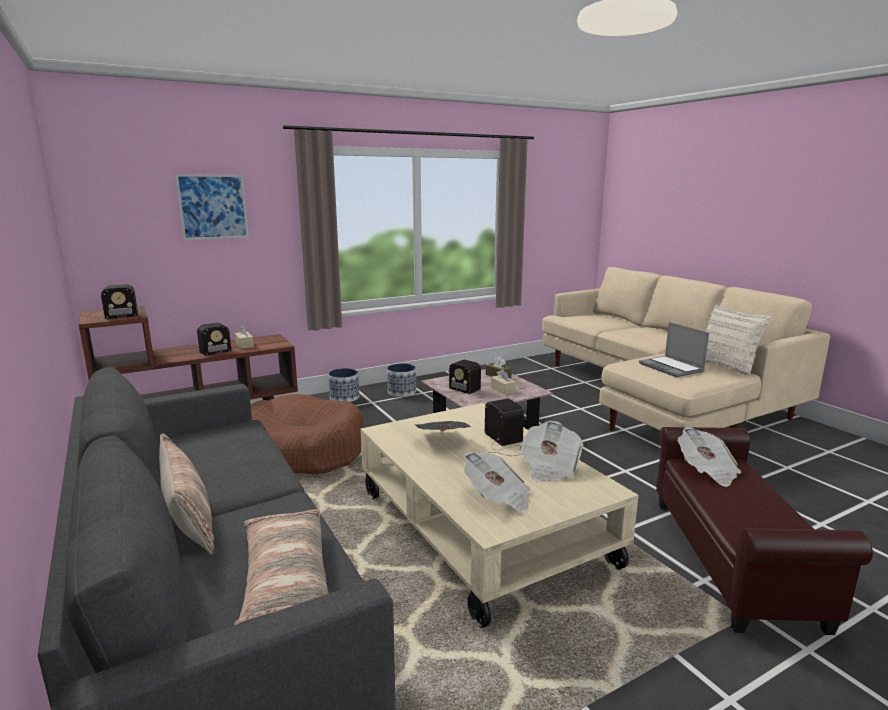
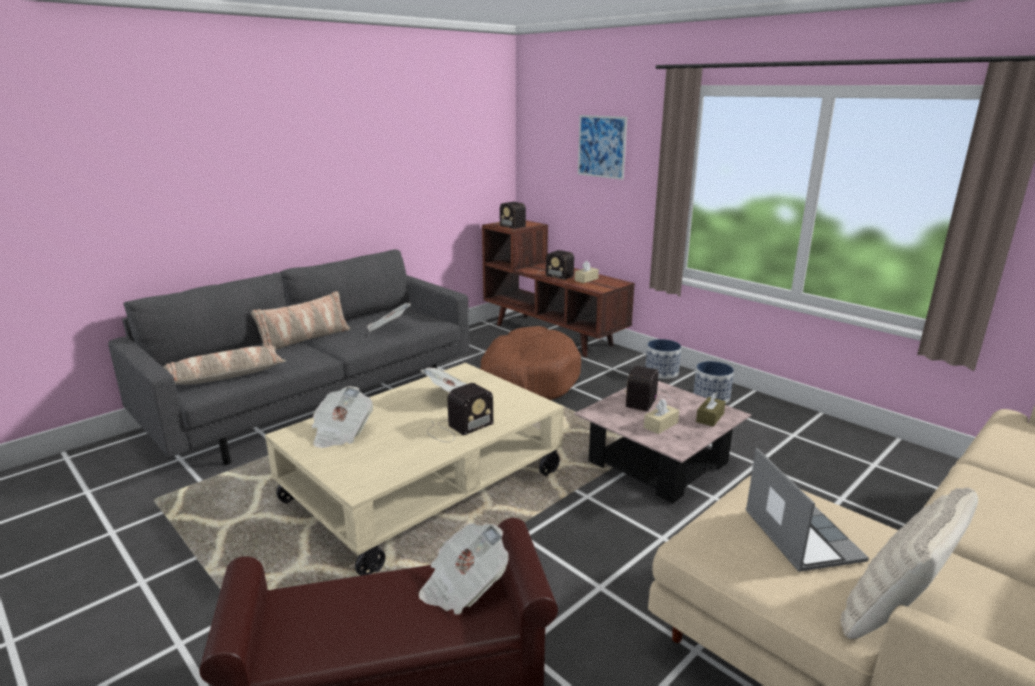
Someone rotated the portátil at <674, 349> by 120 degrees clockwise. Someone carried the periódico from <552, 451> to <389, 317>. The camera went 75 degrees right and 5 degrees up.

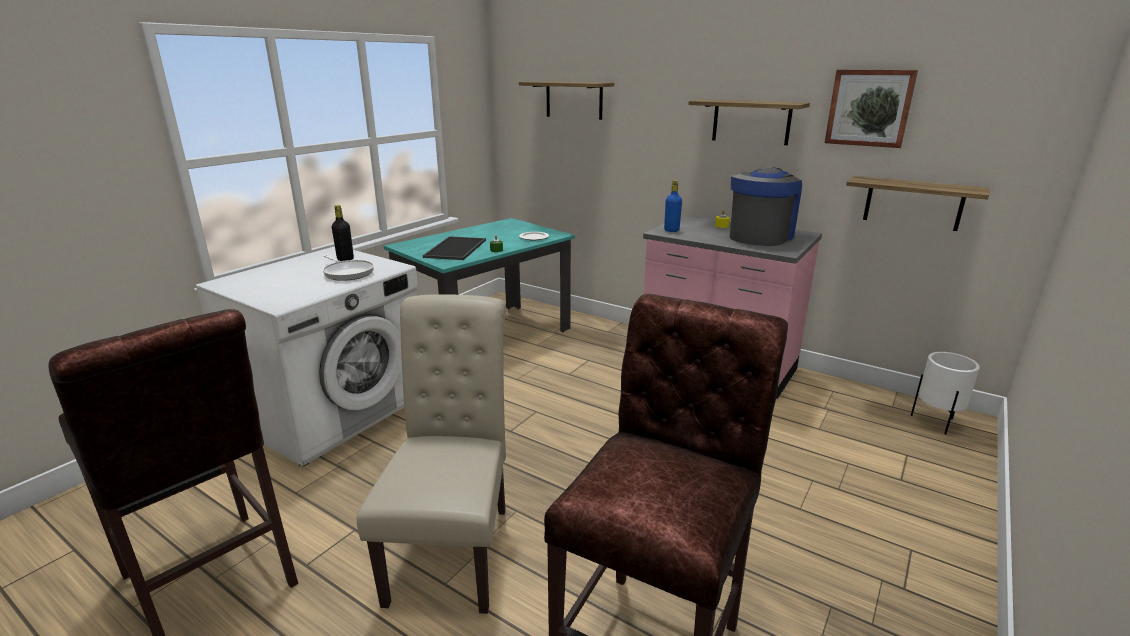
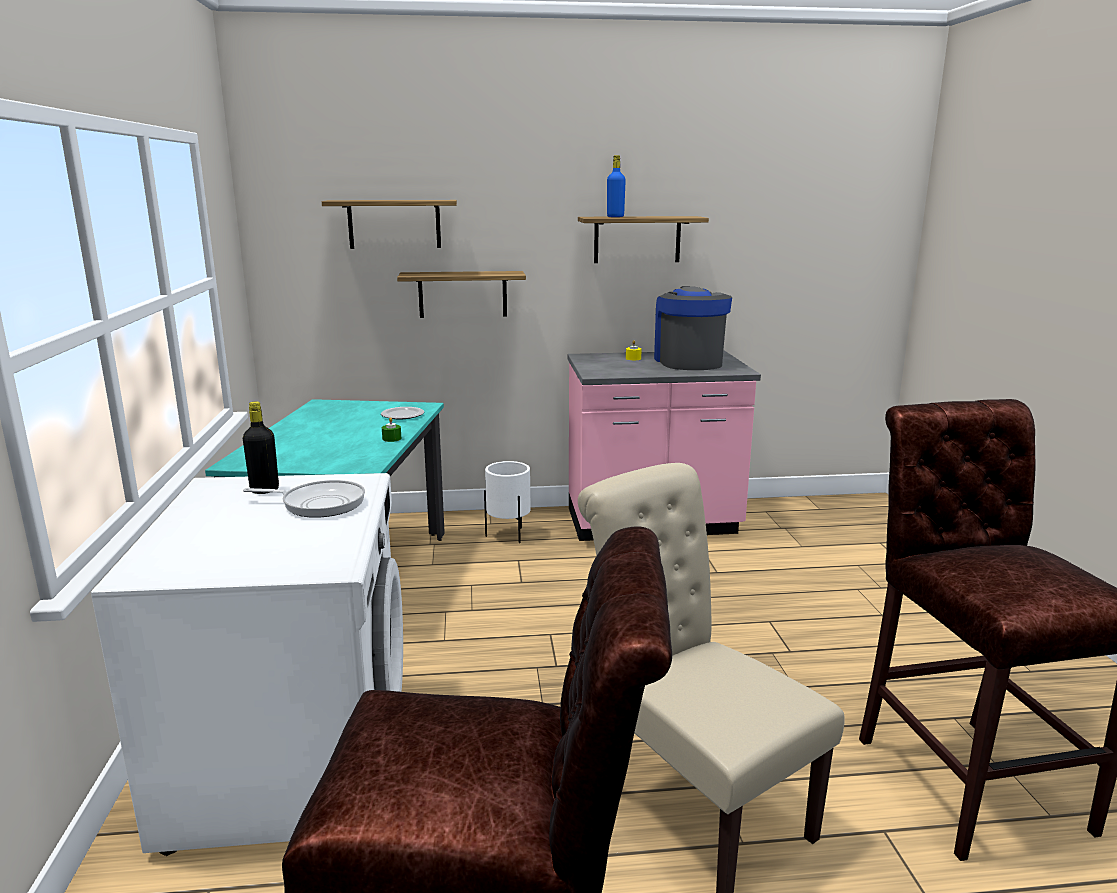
Someone took away the cuadro at <871, 109>. Someone carried the estante from <918, 203> to <461, 294>. Someone carried the botella [azul] from <673, 206> to <616, 186>. Someone took away the bandeja at <454, 248>. Someone carried the maceta [blanco] from <945, 393> to <507, 502>. The camera went 40 degrees left and 5 degrees down.

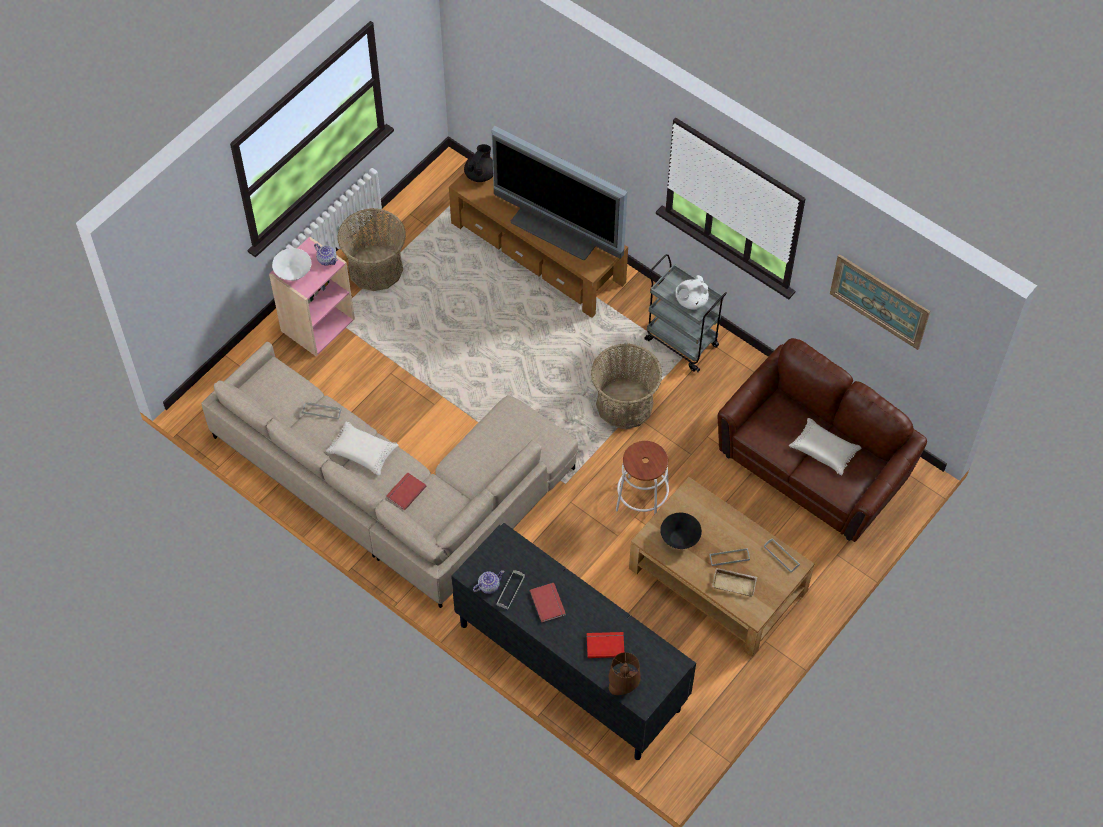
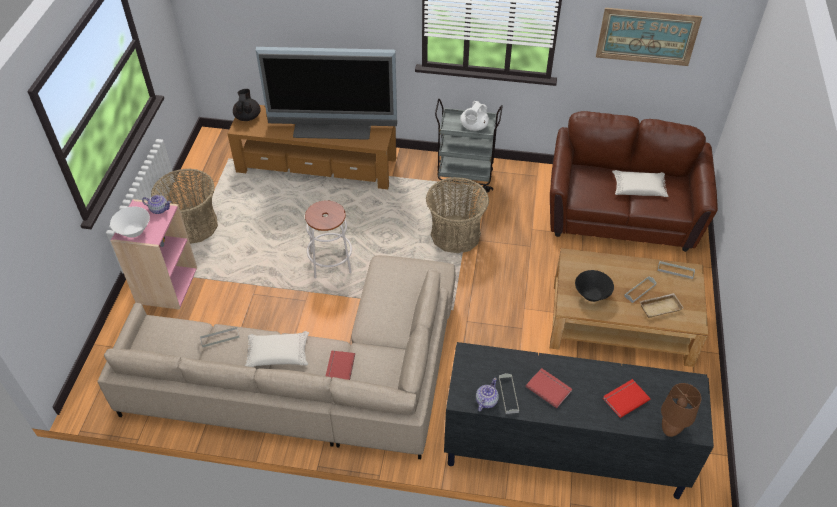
Someone carried the taburete [blanco] from <642, 478> to <328, 240>. The camera went 30 degrees left and 10 degrees down.

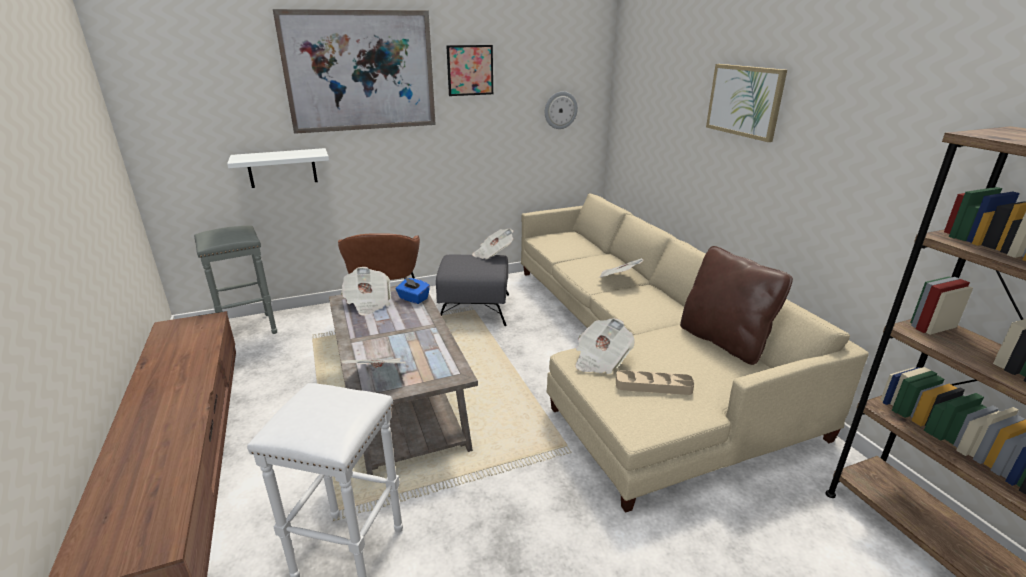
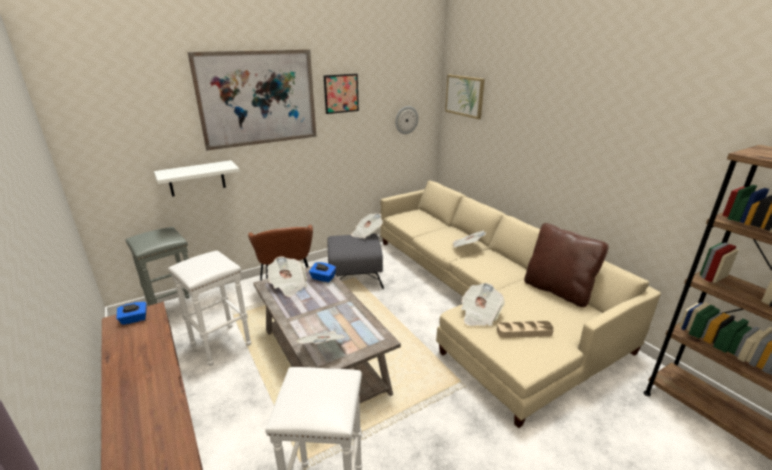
Someone carried the cuadro from <746, 103> to <465, 97>. Someone put down the taburete [blanco] at <209, 308>. Someone put down the caja de pañuelos [azul] at <131, 313>. The camera went 10 degrees left and 0 degrees up.

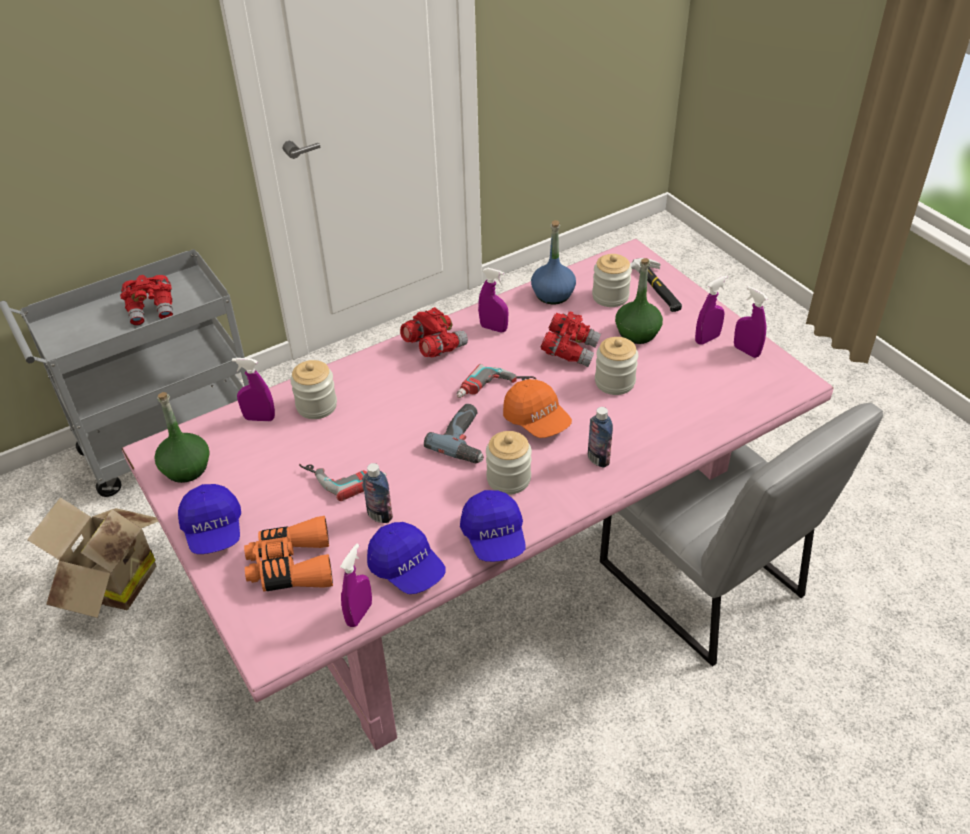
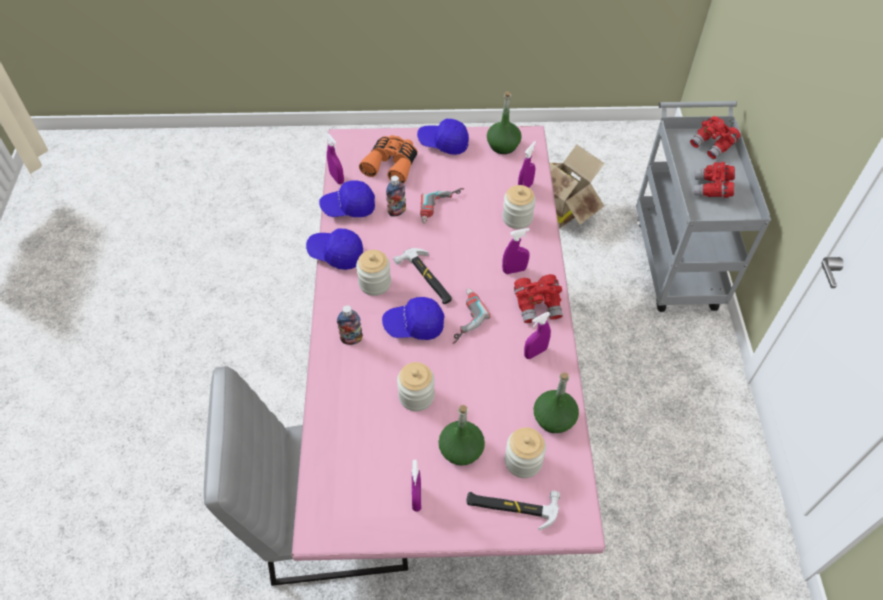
Someone repainted the botella [azul] at <553, 262>, which became the botella [verde] at <556, 402>. Someone carried the pulverizador [morado] from <751, 322> to <516, 251>. Someone carried the prismáticos [rojo] from <571, 339> to <715, 137>. Someone repainted the gorra [naranja] at <537, 408>, which became the gorra [azul] at <413, 318>. Someone swapped the taladro at <454, 434> for the martillo at <422, 276>. The camera went 120 degrees right and 10 degrees up.

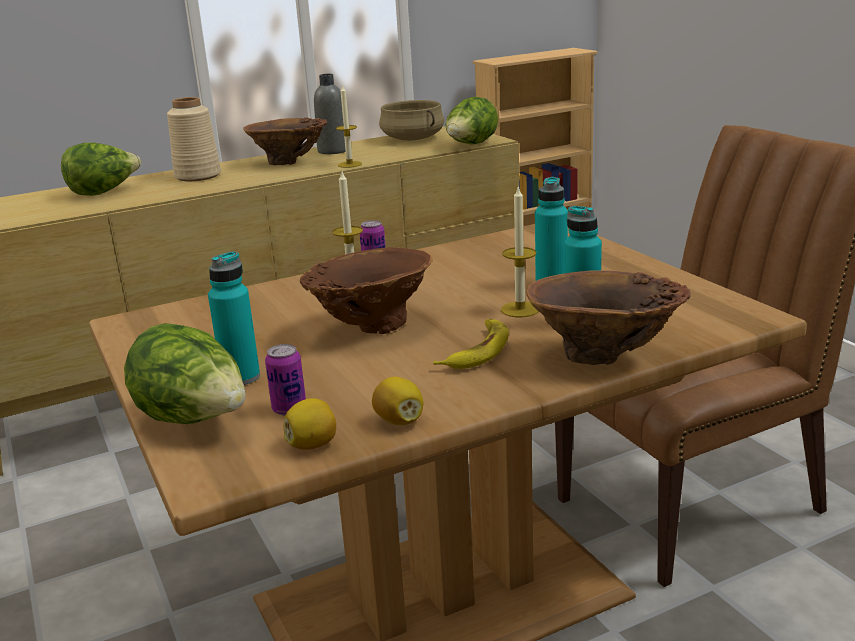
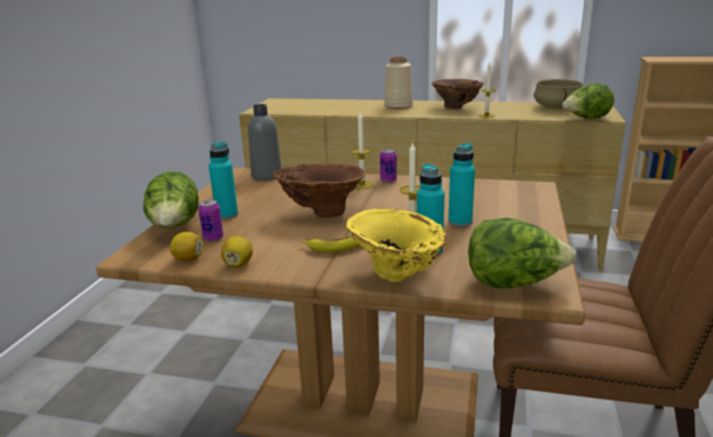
Someone carried the botella [gris] from <330, 114> to <265, 142>. Someone carried the lechuga from <101, 169> to <522, 253>. Someone repainted the florero [marrón] at <608, 317>, which became the florero [amarillo] at <397, 245>. The camera went 40 degrees right and 0 degrees up.

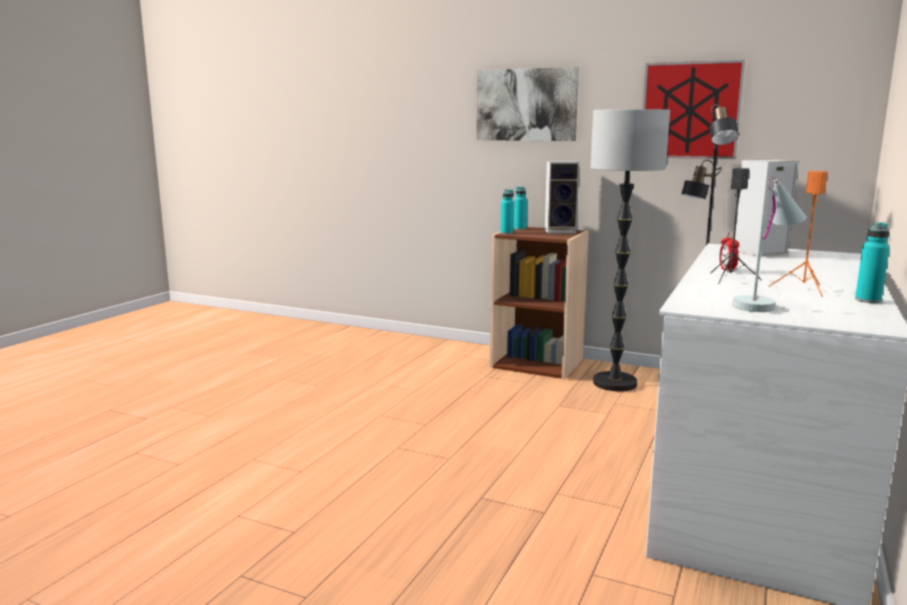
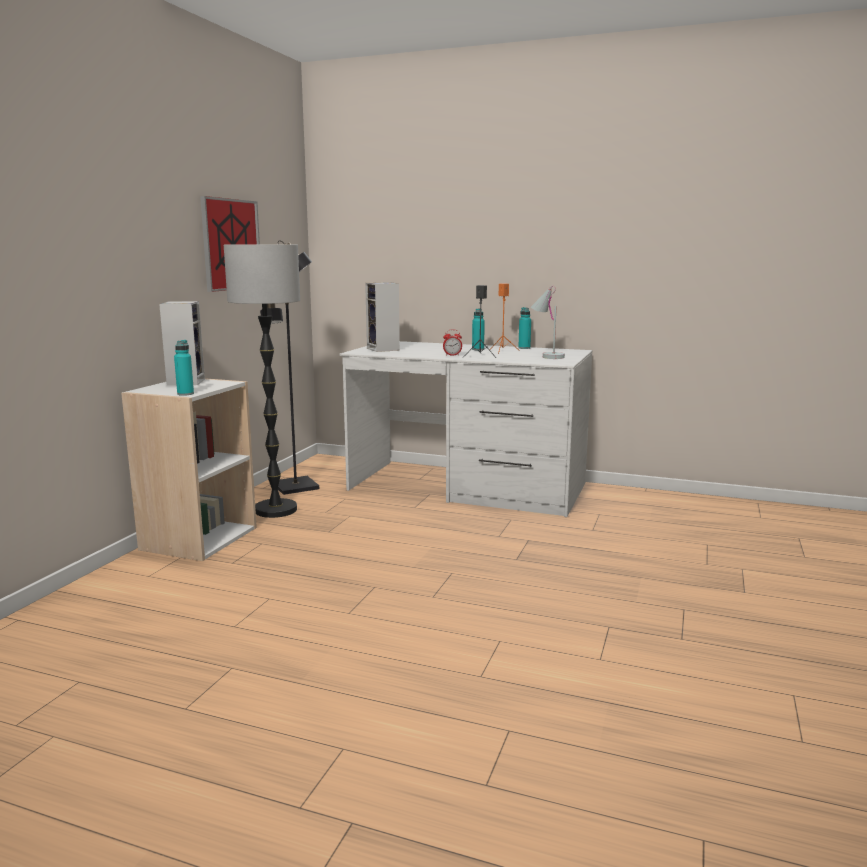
Someone took away the cuadro at <528, 104>. Someone carried the botella [turquesa] from <520, 208> to <478, 329>. Someone repainted the estantería [marrón] at <539, 303>, which became the estantería [blanco] at <189, 469>. The camera went 95 degrees left and 0 degrees up.

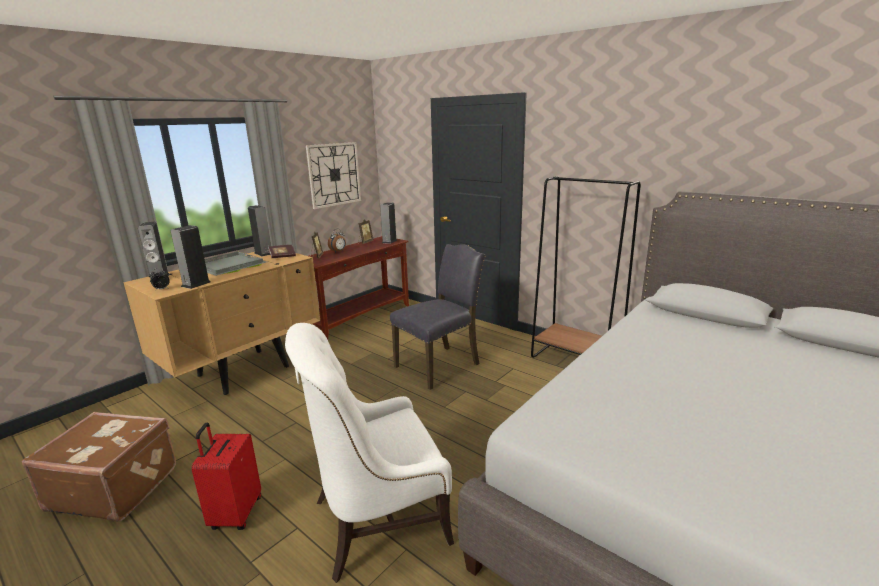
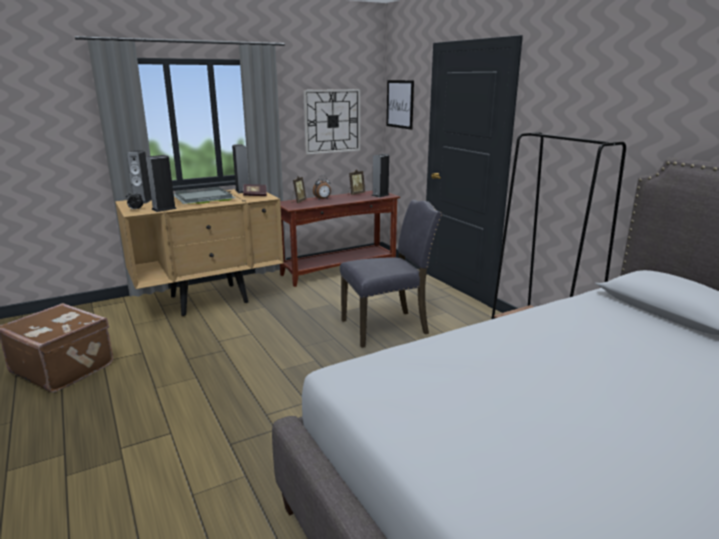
Someone took away the silla [blanco] at <369, 453>. Someone took away the maleta [rojo] at <226, 476>. Someone put up the cuadro at <400, 105>. The camera went 20 degrees right and 0 degrees up.

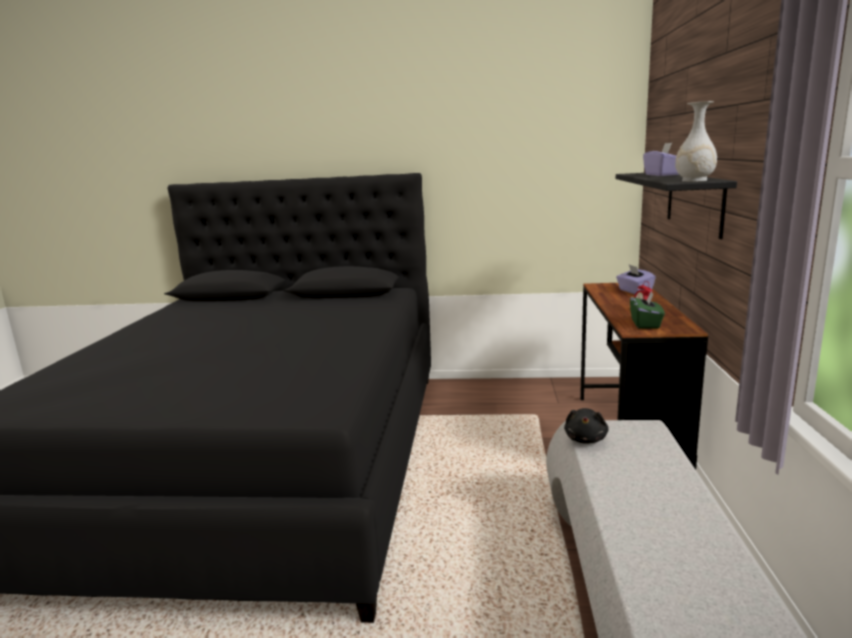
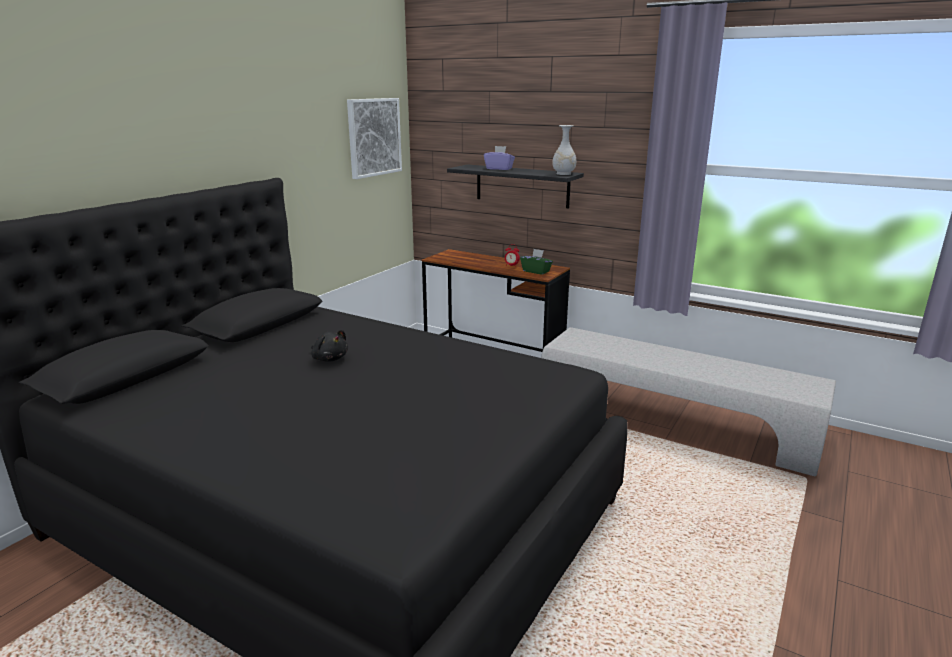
Someone took away the caja de pañuelos [morado] at <636, 279>. Someone carried the peluche [negro] from <586, 426> to <329, 346>. Someone put up the cuadro at <374, 138>. The camera went 65 degrees left and 5 degrees up.

